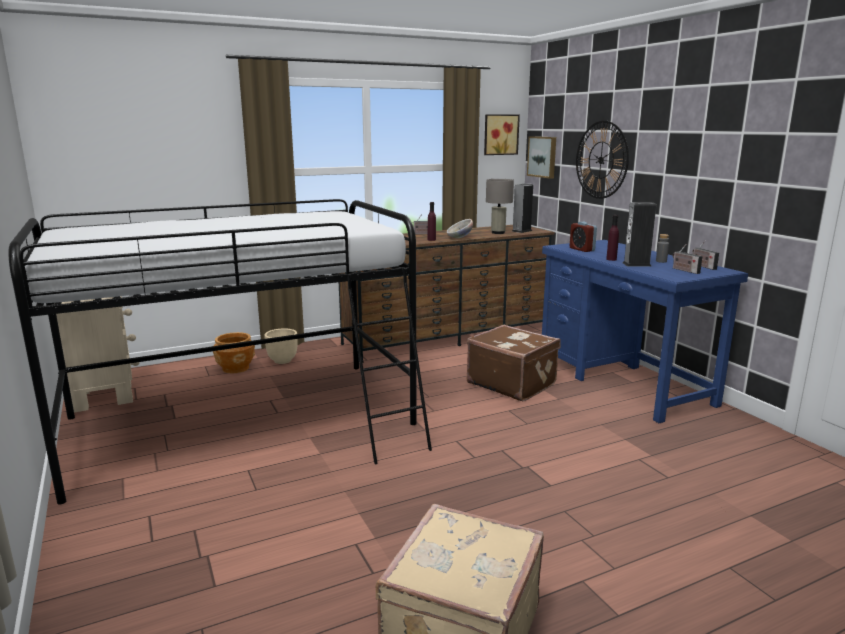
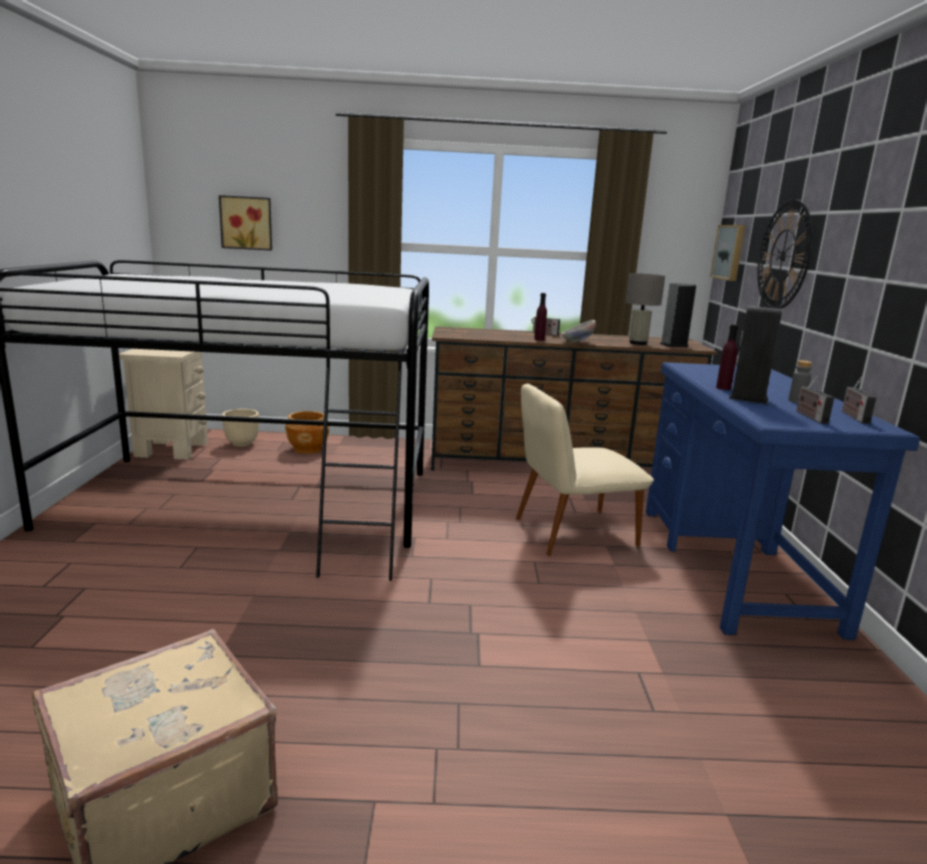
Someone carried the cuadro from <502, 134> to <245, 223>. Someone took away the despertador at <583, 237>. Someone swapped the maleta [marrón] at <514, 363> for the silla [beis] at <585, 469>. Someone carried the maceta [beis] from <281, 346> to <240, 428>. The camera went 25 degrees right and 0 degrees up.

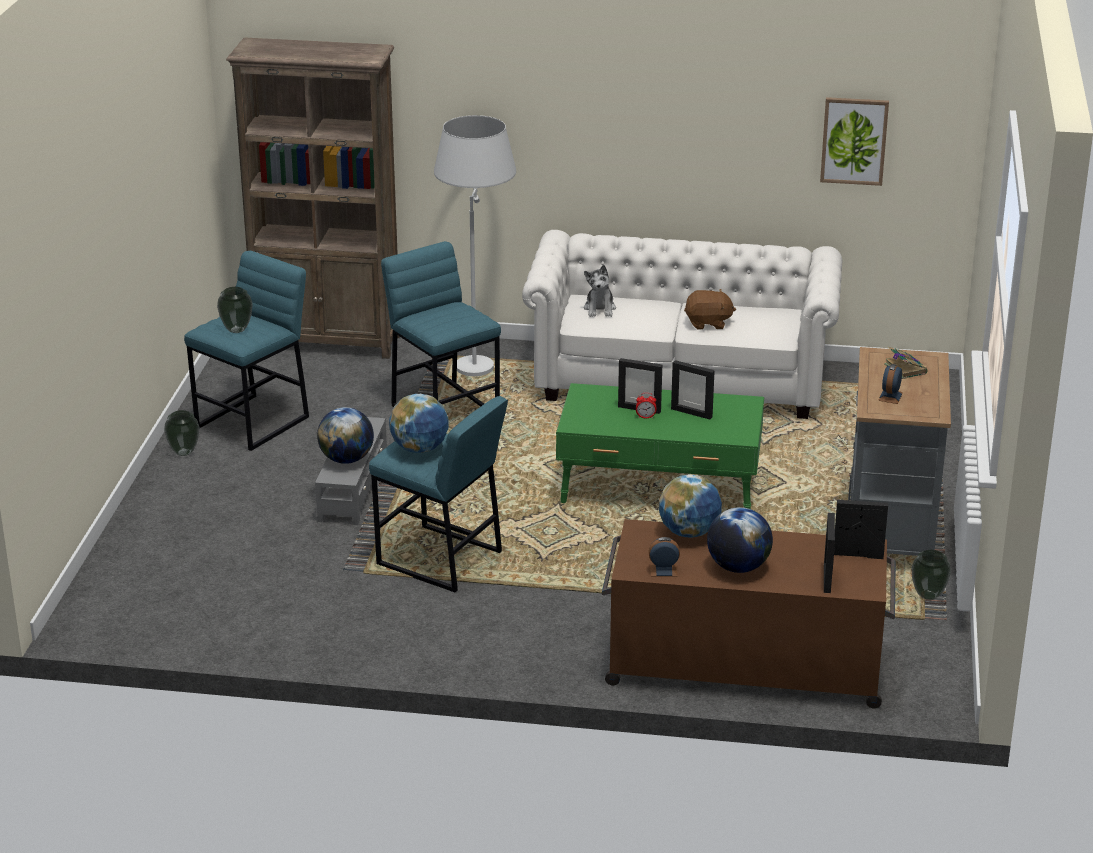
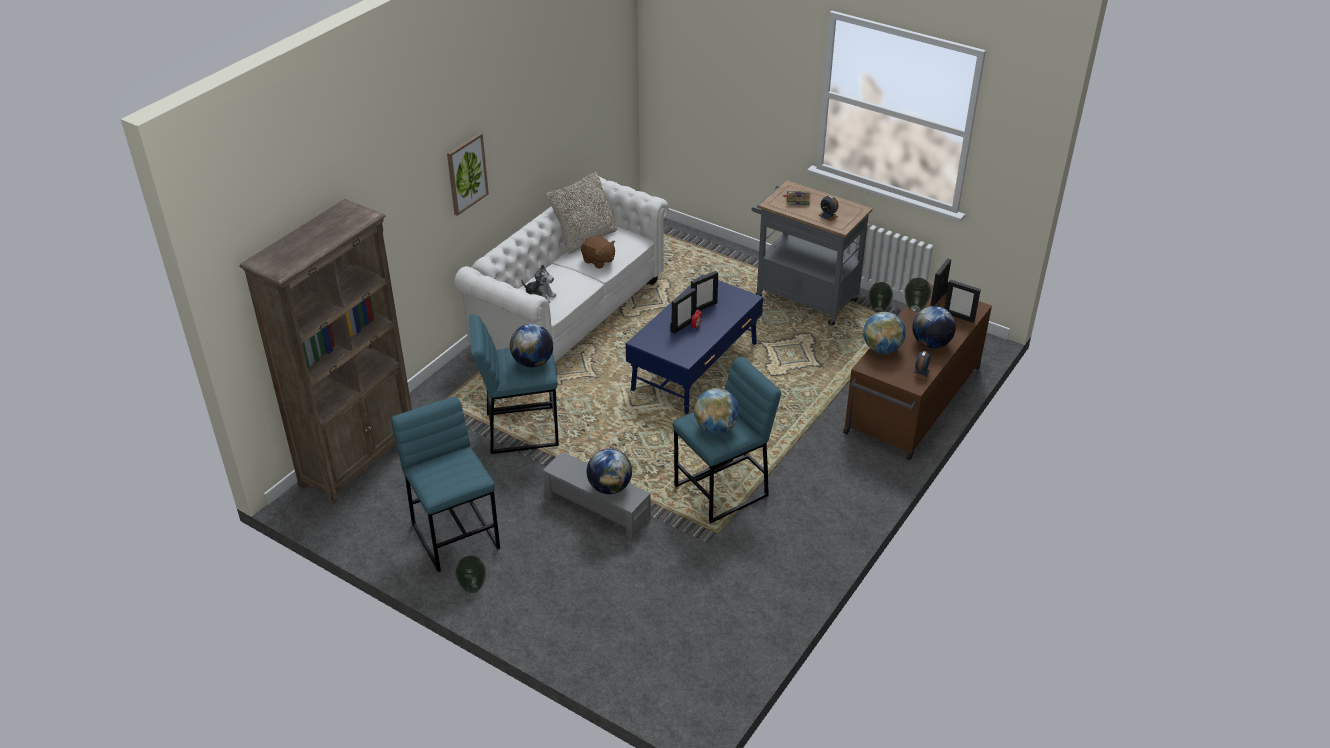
Someone carried the cuadro from <854, 141> to <468, 174>. Someone took away the lámpara de pie [blanco] at <475, 245>. Someone carried the florero from <235, 310> to <918, 295>. Someone rotated the peluche [marrón] at <710, 309> by 105 degrees clockwise. Someone repainted the mesa de centro [verde] at <660, 446>, which became the mesa de centro [azul] at <694, 344>. Someone put down the cojín [beis] at <582, 213>. Someone put down the globo terráqueo at <531, 345>. The camera went 65 degrees left and 10 degrees up.

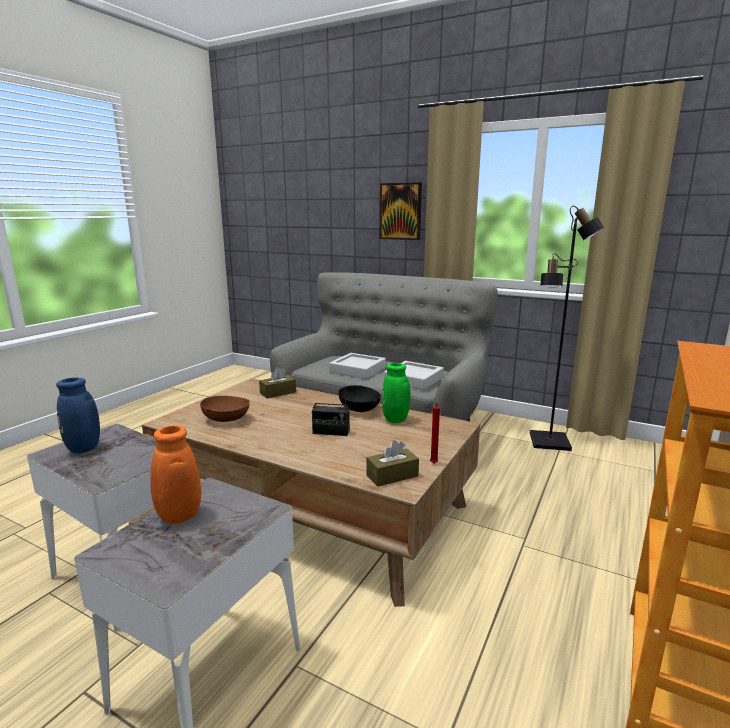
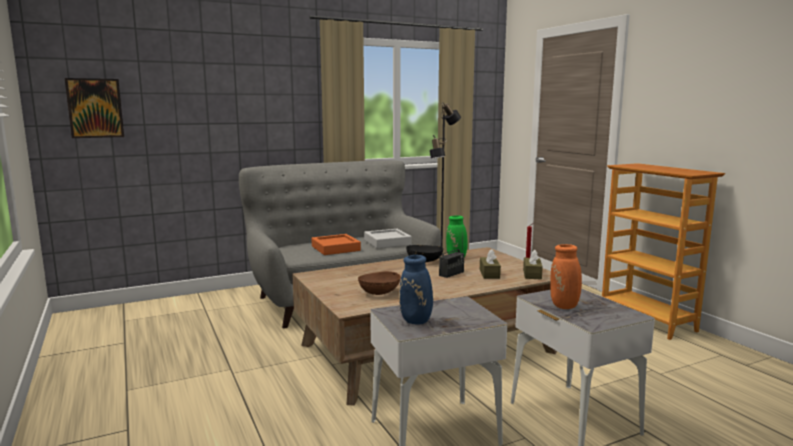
Someone carried the cuadro from <401, 211> to <94, 108>. Someone repainted the bandeja [gris] at <357, 366>, which became the bandeja [naranja] at <336, 244>. Someone carried the caja de pañuelos [marrón] from <277, 382> to <490, 264>. The camera went 55 degrees left and 5 degrees down.

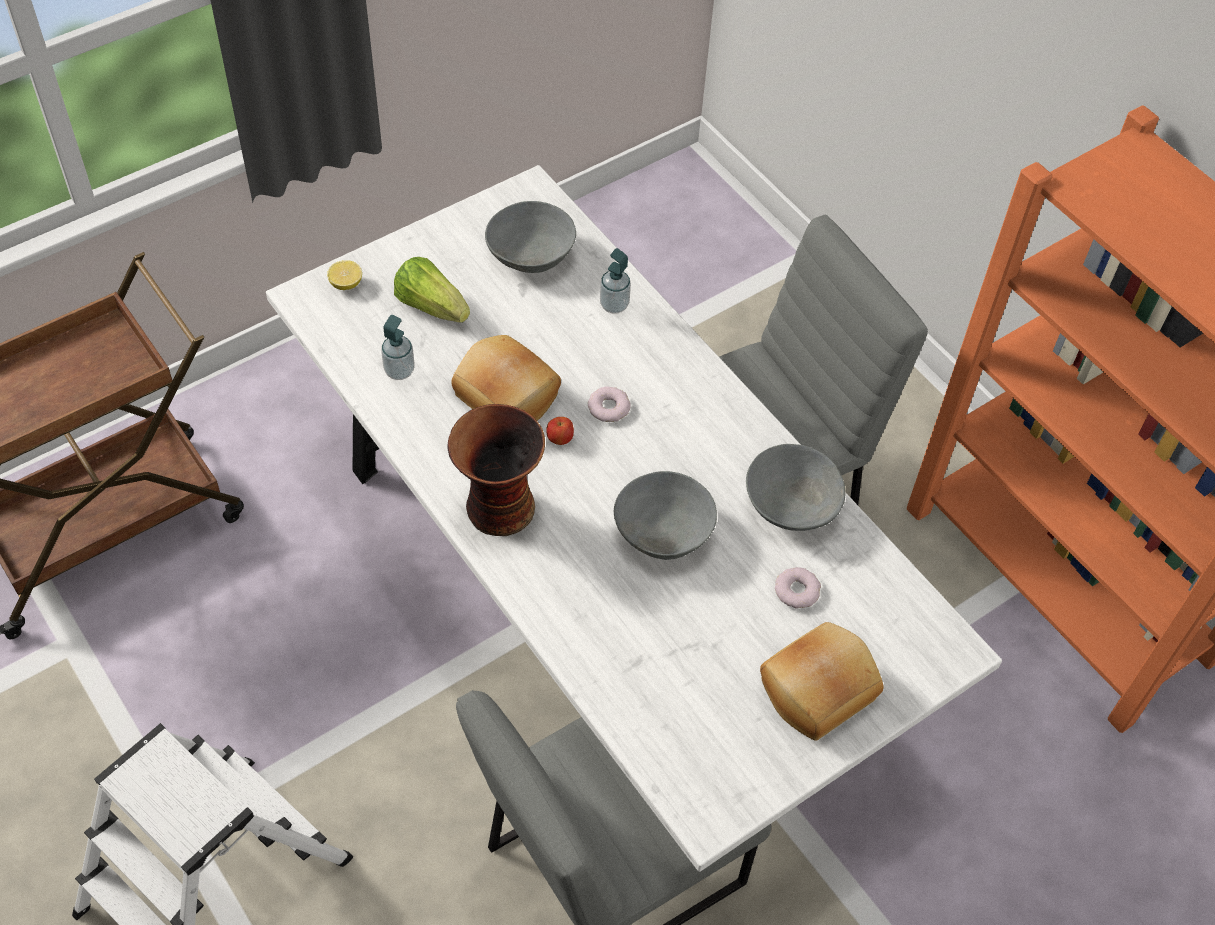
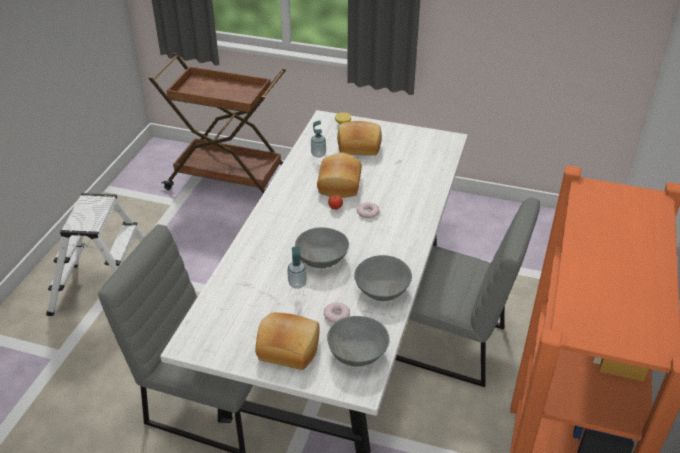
Someone carried the cuenco [gris] from <530, 237> to <358, 341>. Someone carried the dispensador de jabón from <615, 280> to <297, 268>. Someone swapped the lechuga at <432, 290> for the pan at <359, 138>. Someone took away the florero at <496, 470>. The camera went 55 degrees right and 15 degrees down.

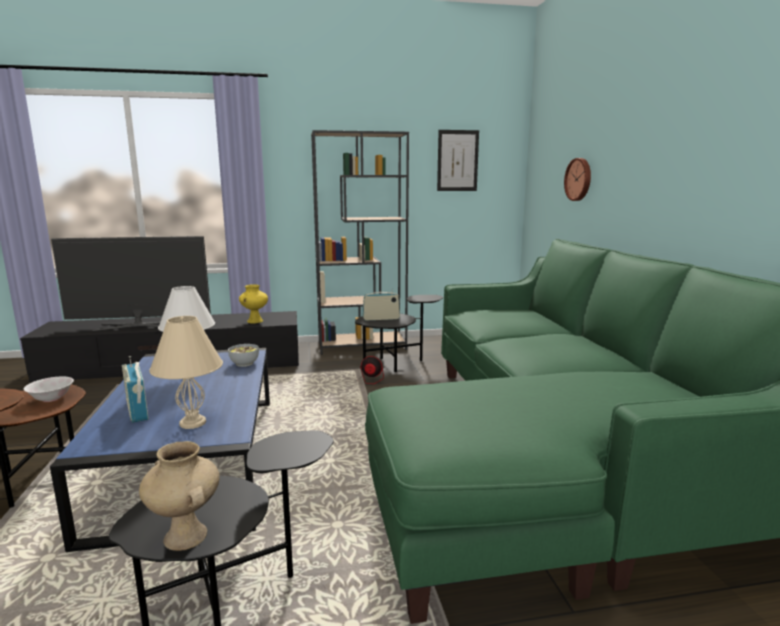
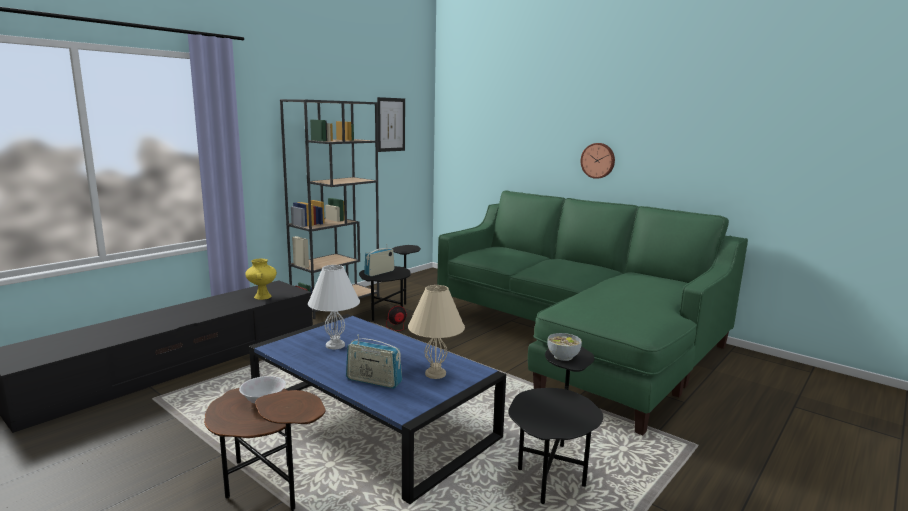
Someone carried the reloj de pared from <577, 179> to <598, 161>. Someone took away the televisor at <131, 283>. Someone carried the cuenco from <243, 355> to <564, 347>. Someone took away the florero [beis] at <179, 496>. The camera went 40 degrees left and 0 degrees up.

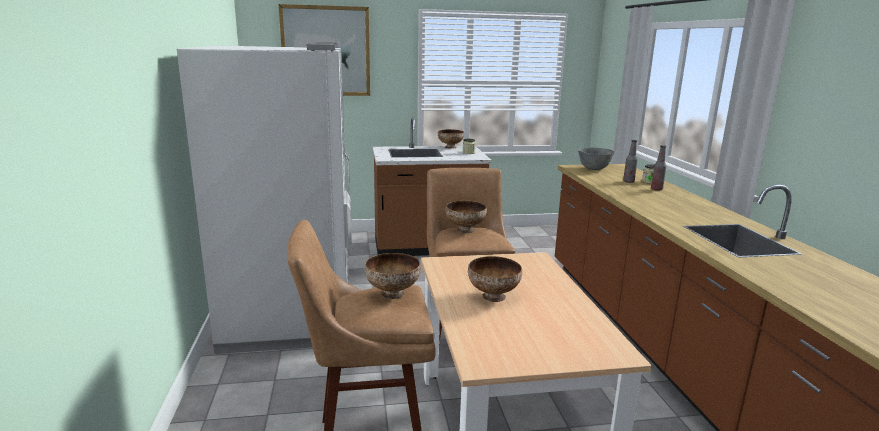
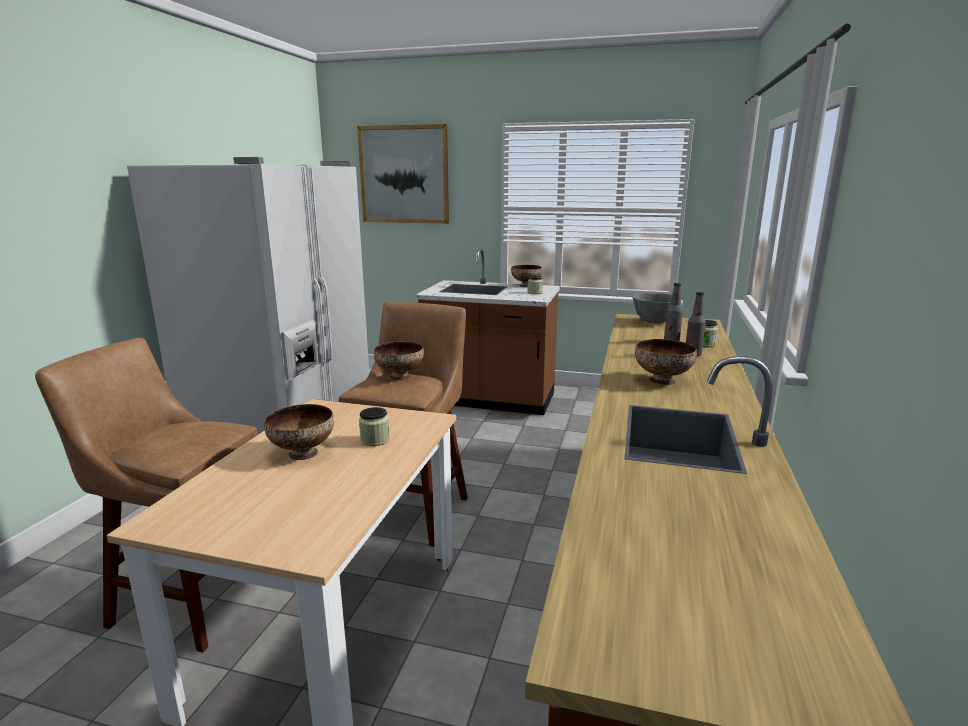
Someone carried the cuenco from <393, 276> to <666, 362>. Someone put down the tarro at <374, 426>. The camera went 25 degrees right and 0 degrees up.

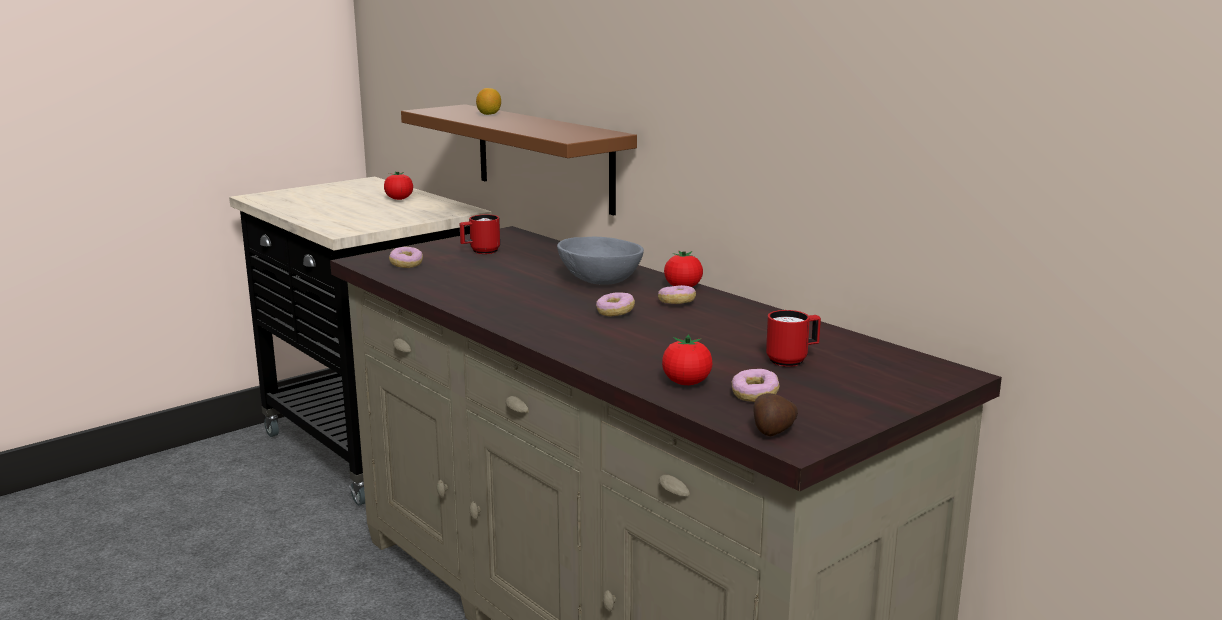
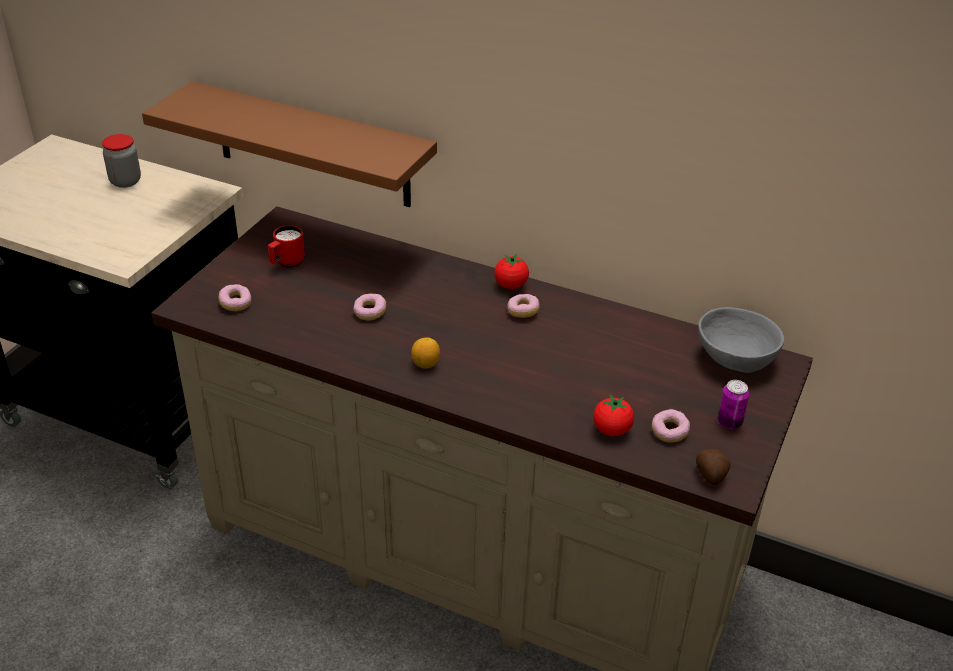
Someone carried the limón from <488, 101> to <425, 353>. Someone swapped the tomate at <398, 185> for the tarro at <121, 161>. Someone carried the cuenco [gris] from <600, 260> to <741, 340>. Someone carried the rosquilla from <615, 304> to <369, 307>. Someone took away the taza grande [rojo] at <793, 338>. Someone put down the lata at <733, 404>. The camera went 25 degrees left and 20 degrees up.

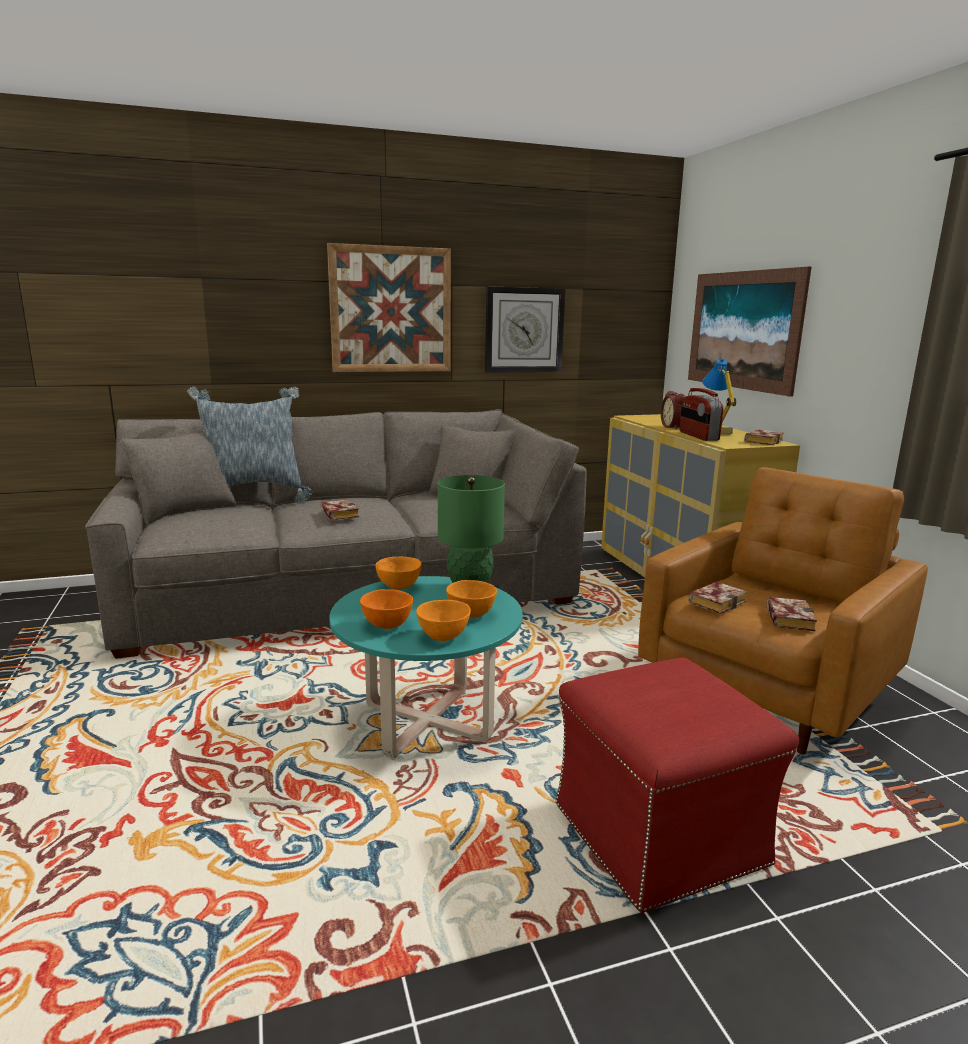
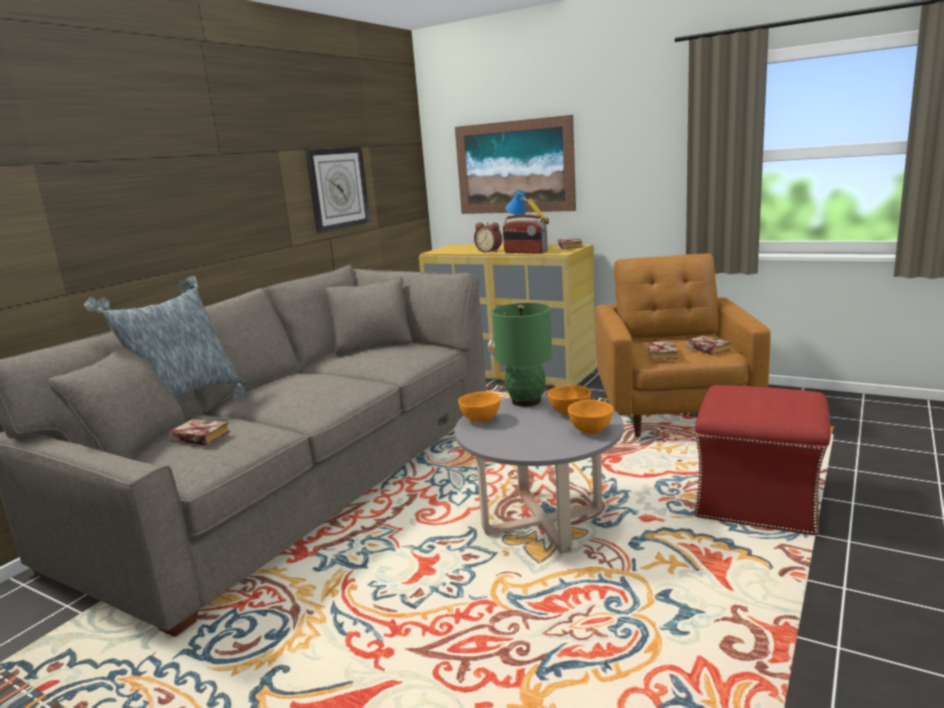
Someone took away the cuadro at <389, 307>. Someone carried the libro from <340, 510> to <199, 432>. Someone repainted the mesa de centro [turquesa] at <426, 667>, which became the mesa de centro [gris] at <539, 474>. Someone took away the cuenco [naranja] at <386, 609>. The camera went 40 degrees left and 0 degrees up.

